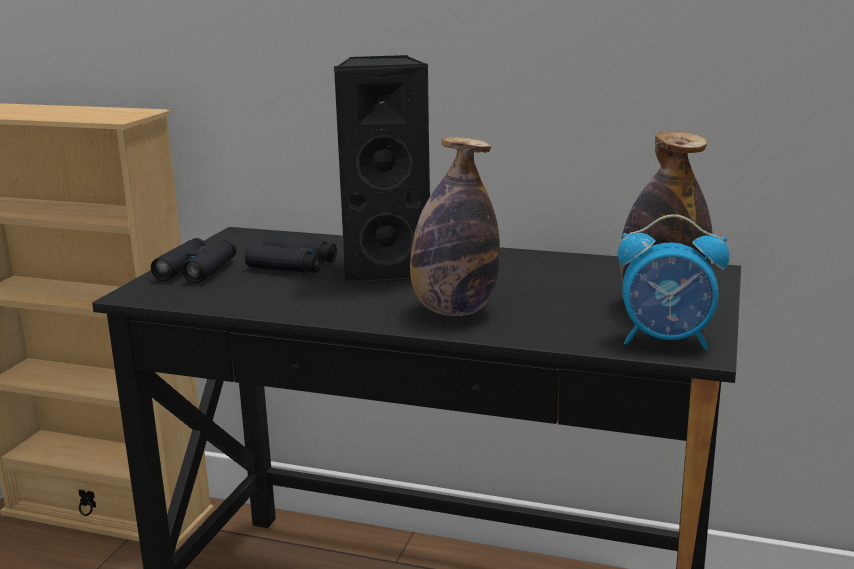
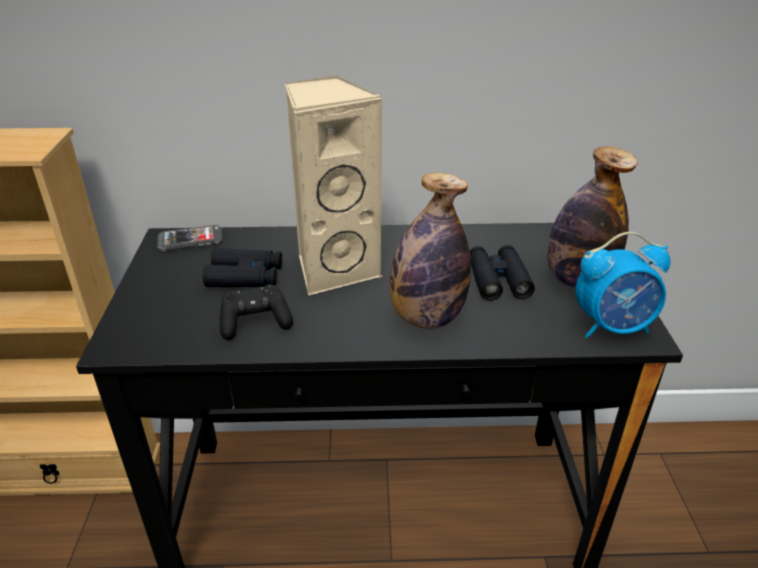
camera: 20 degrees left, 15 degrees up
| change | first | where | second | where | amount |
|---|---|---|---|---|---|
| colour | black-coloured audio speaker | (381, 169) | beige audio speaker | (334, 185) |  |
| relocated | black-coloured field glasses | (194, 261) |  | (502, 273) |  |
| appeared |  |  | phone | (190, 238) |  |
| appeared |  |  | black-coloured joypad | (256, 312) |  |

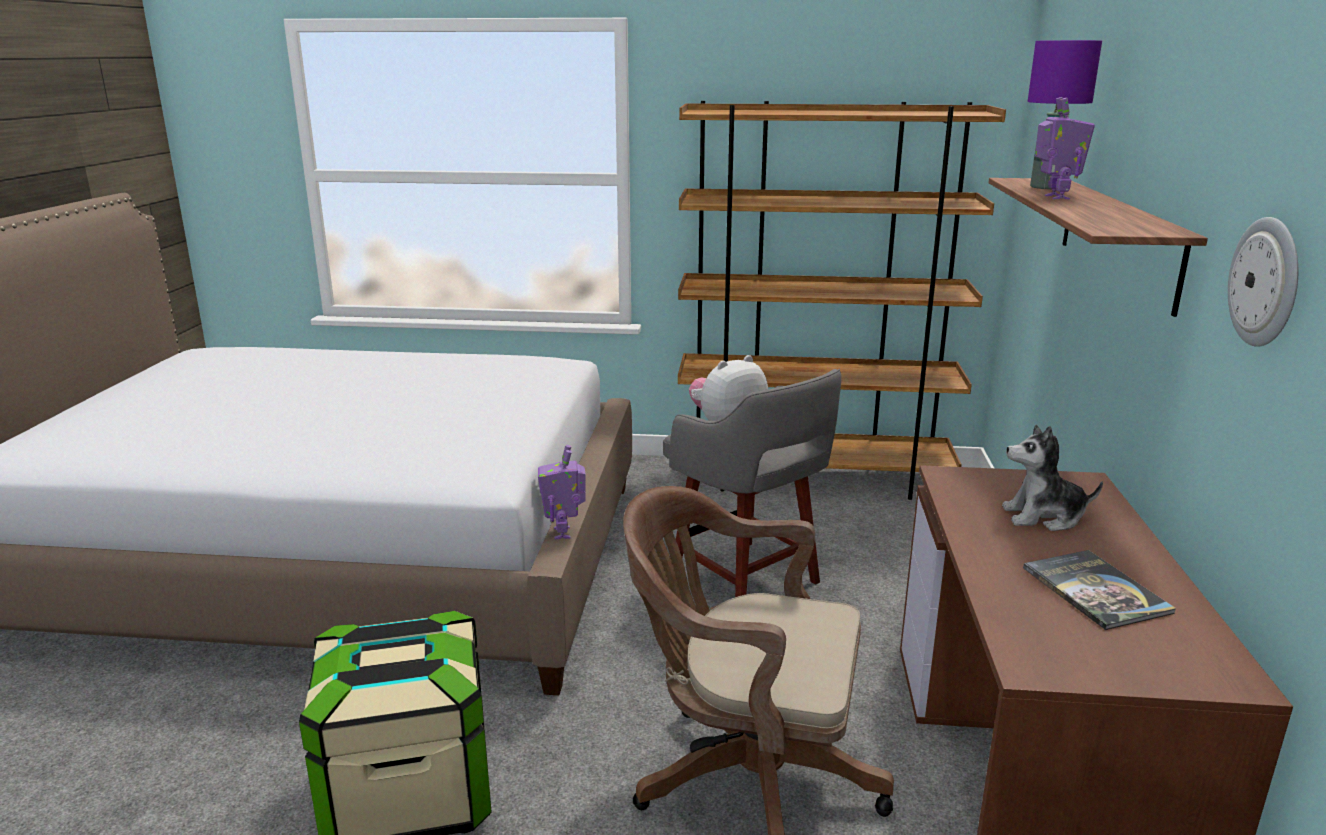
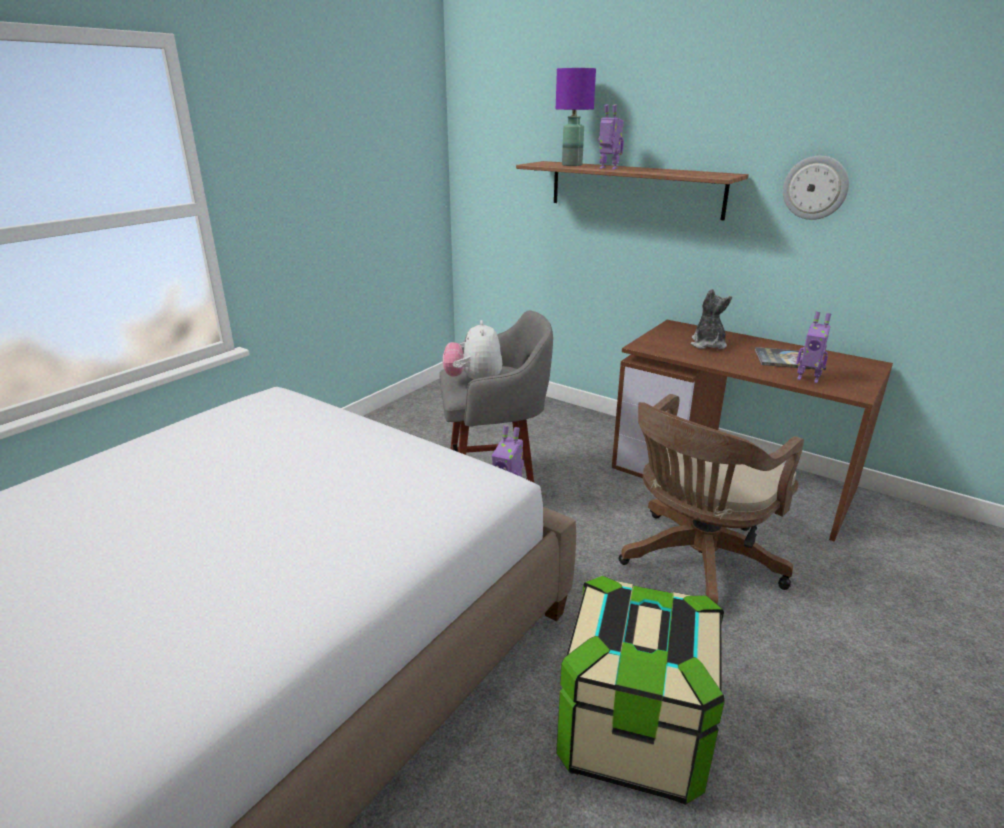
camera: 60 degrees left, 5 degrees up
| change | first | where | second | where | amount |
|---|---|---|---|---|---|
| missing | brown-coloured shelving unit | (842, 300) |  |  |  |
| spun | plush toy | (1052, 478) |  | (711, 318) | 150 degrees clockwise |
| appeared |  |  | toy robot | (813, 347) |  |

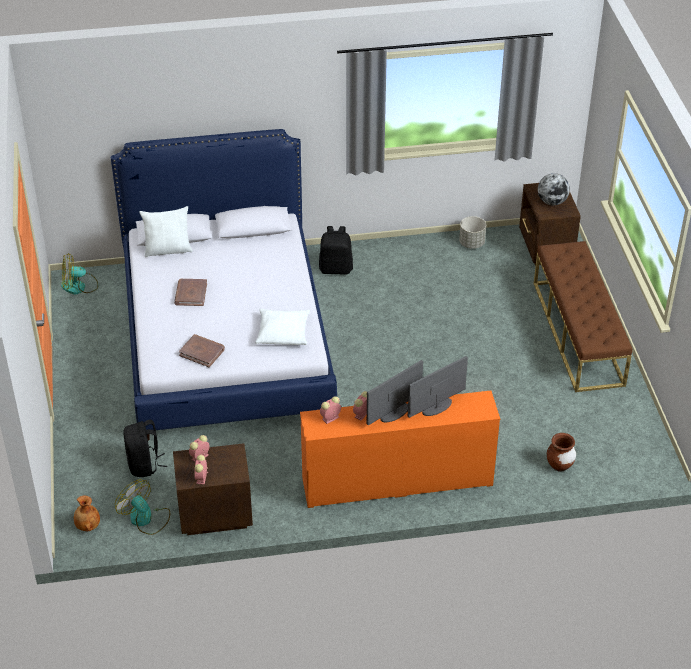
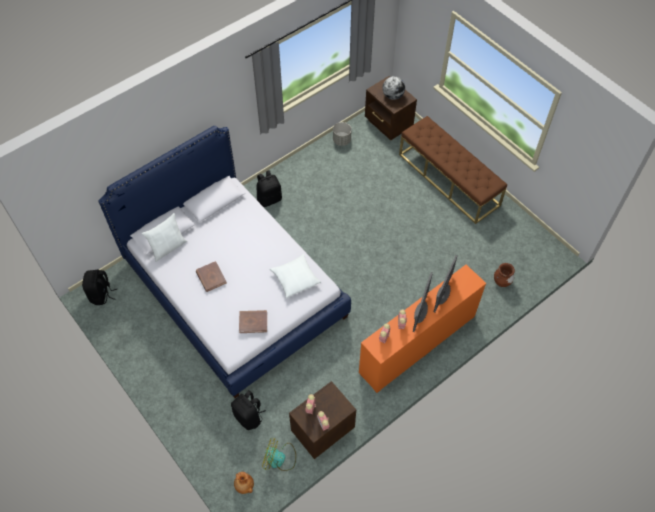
camera: 30 degrees left, 15 degrees up
| change | first | where | second | where | amount |
|---|---|---|---|---|---|
| exchanged | fan | (80, 274) | black-coloured rucksack | (99, 287) |  |

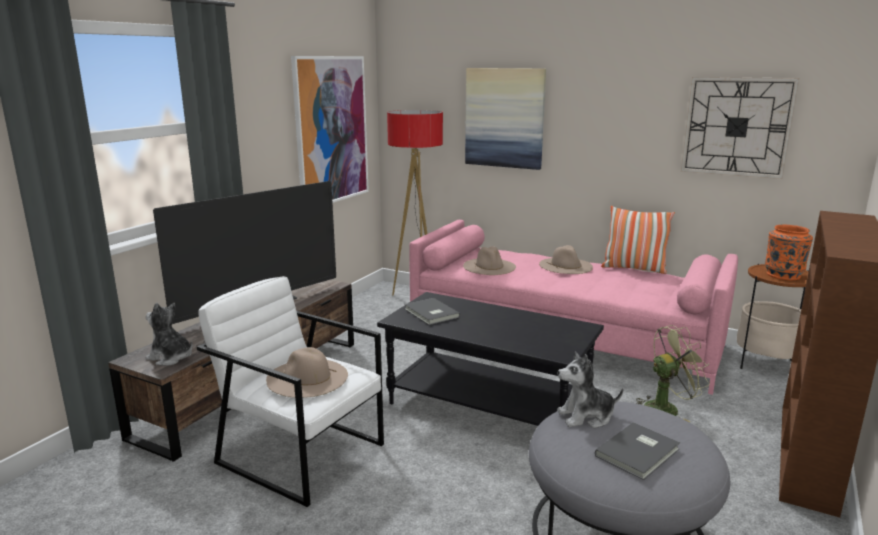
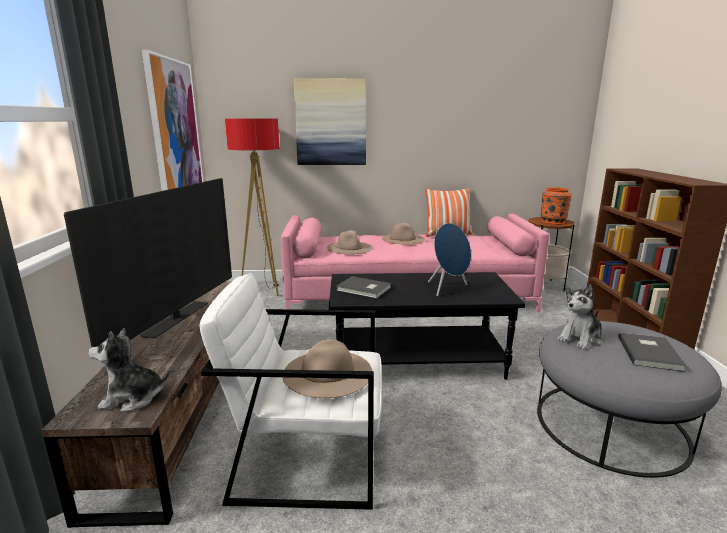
camera: 30 degrees left, 0 degrees up
| change | first | where | second | where | amount |
|---|---|---|---|---|---|
| missing | wall clock | (740, 128) |  |  |  |
| missing | green fan | (673, 373) |  |  |  |
| appeared |  |  | blue-coloured audio speaker | (449, 259) |  |

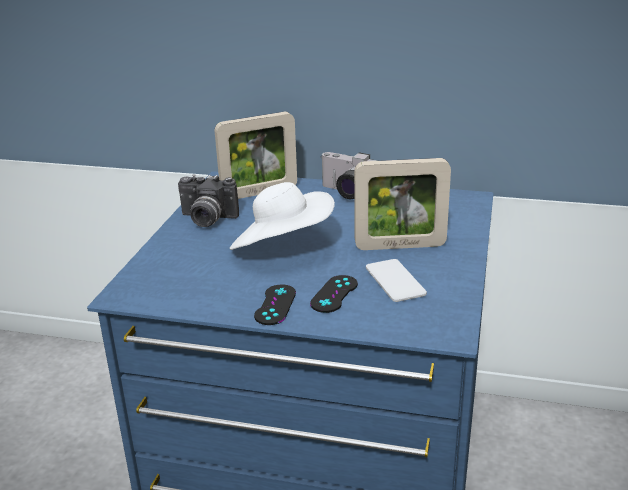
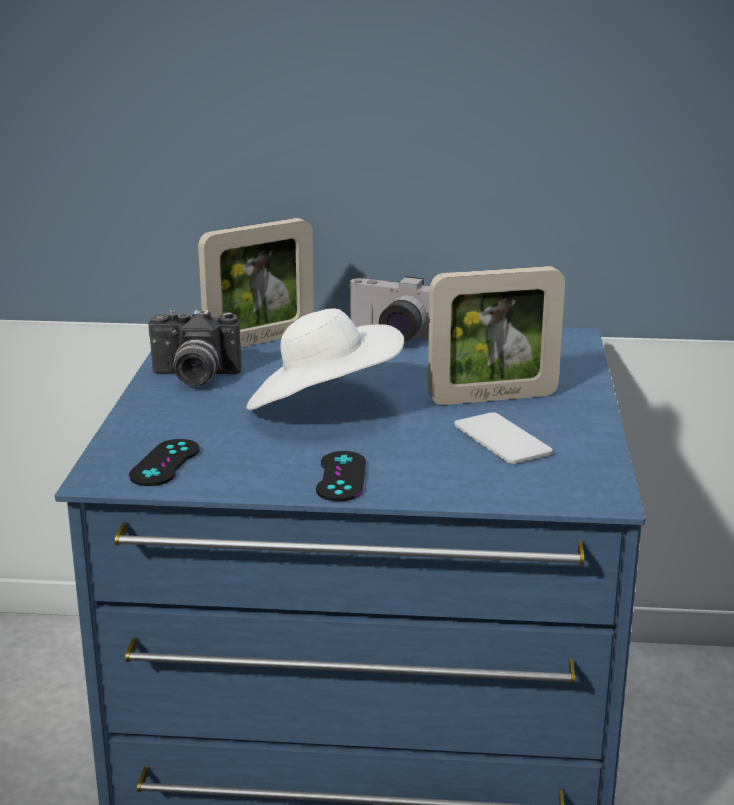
camera: 10 degrees left, 5 degrees down
| change | first | where | second | where | amount |
|---|---|---|---|---|---|
| relocated | black-coloured joypad | (334, 294) |  | (164, 462) |  |

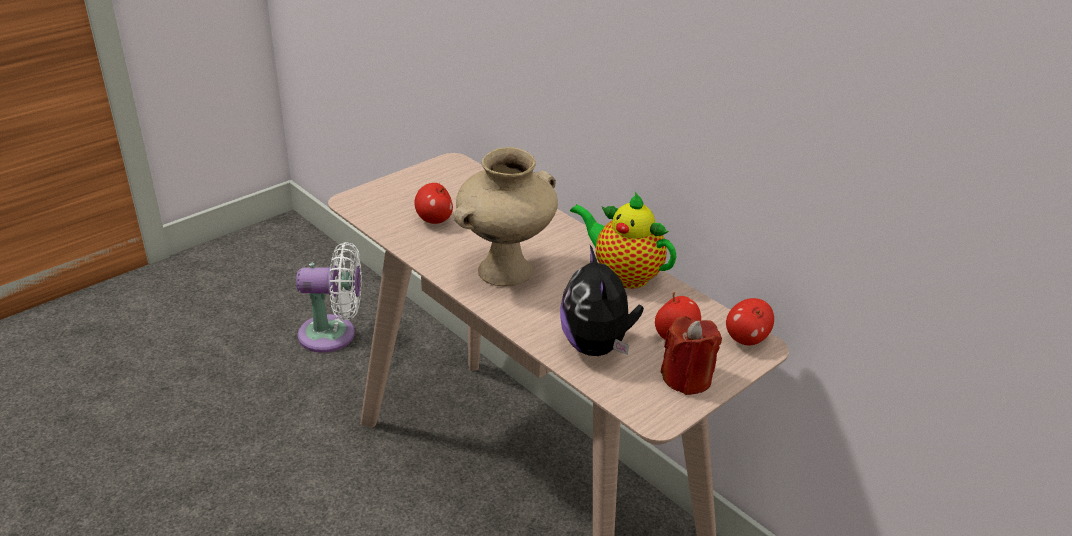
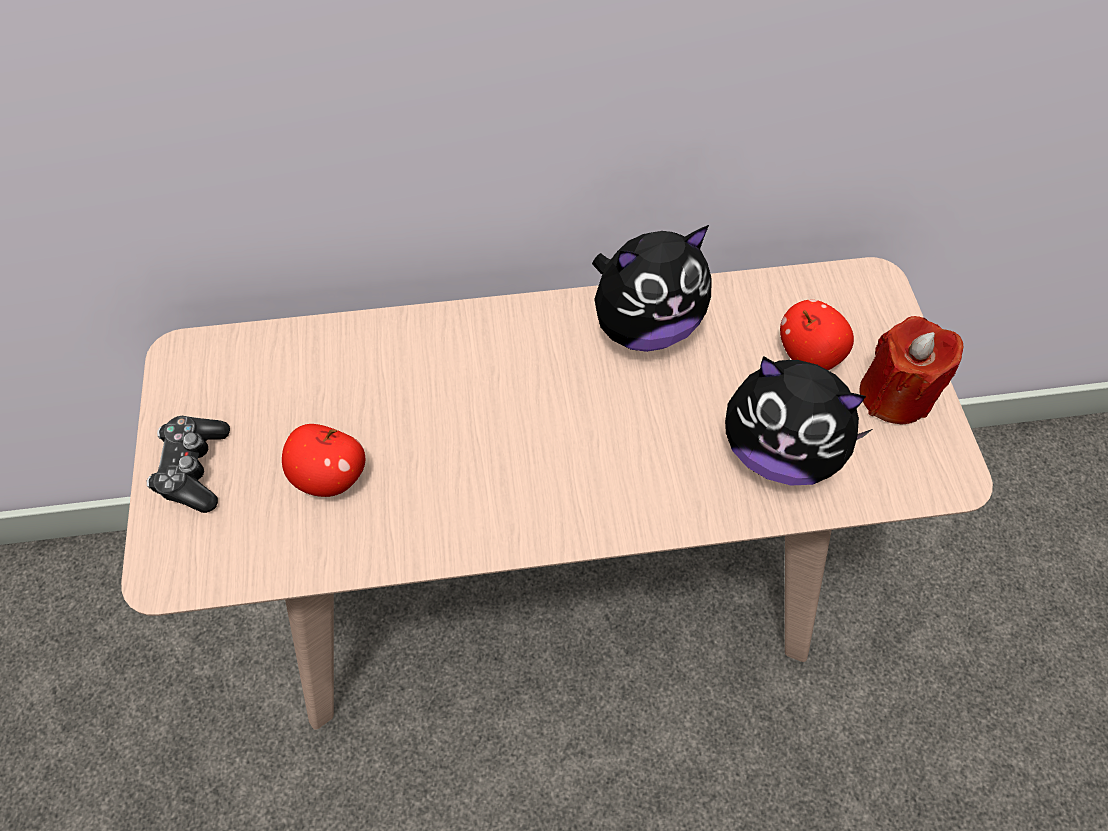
camera: 55 degrees left, 25 degrees up
| change | first | where | second | where | amount |
|---|---|---|---|---|---|
| missing | beige decorative vase | (506, 216) |  |  |  |
| exchanged | tea pot | (623, 240) | plush toy | (652, 288) |  |
| missing | white-coloured fan | (329, 297) |  |  |  |
| missing | whole apple | (750, 321) |  |  |  |
| appeared |  |  | joypad | (188, 464) |  |

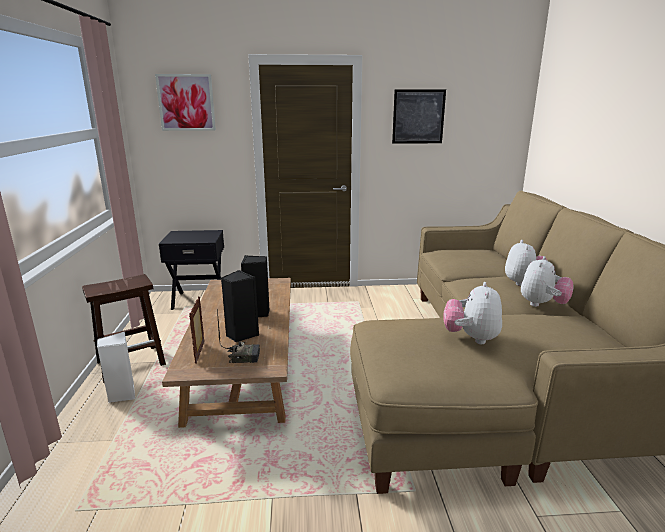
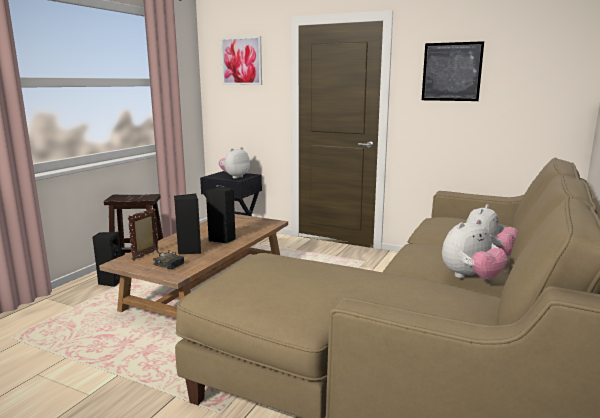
camera: 30 degrees right, 5 degrees down
| change | first | where | second | where | amount |
|---|---|---|---|---|---|
| relocated | plush toy | (472, 313) |  | (234, 163) |  |
| colour | white-coloured audio speaker | (116, 367) | black-coloured audio speaker | (107, 259) |  |

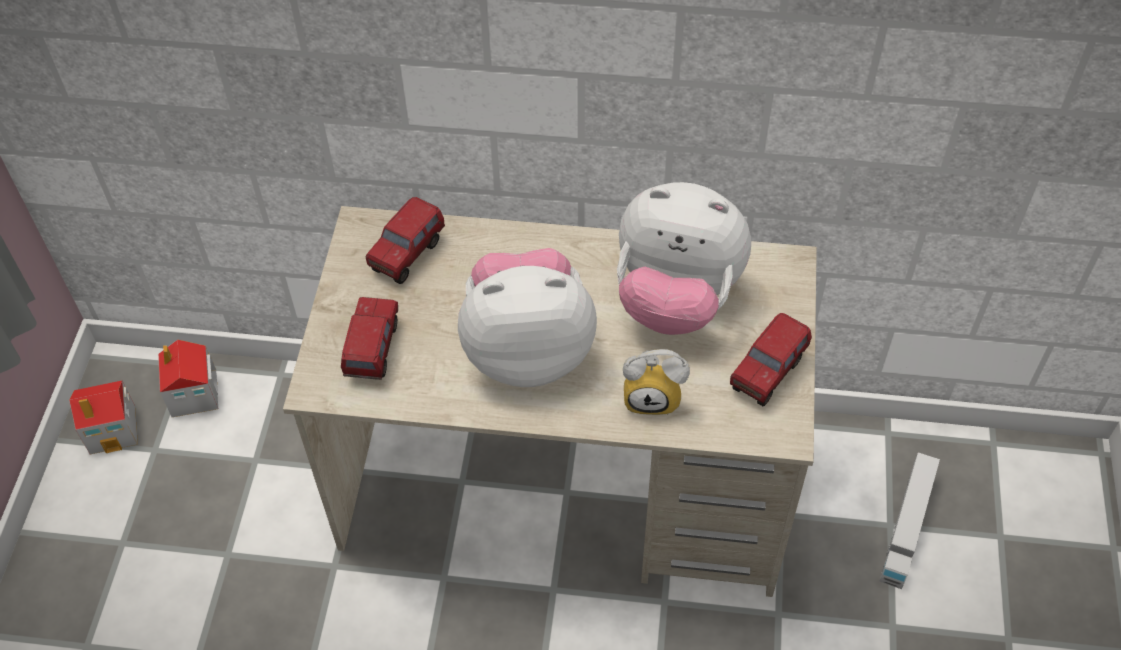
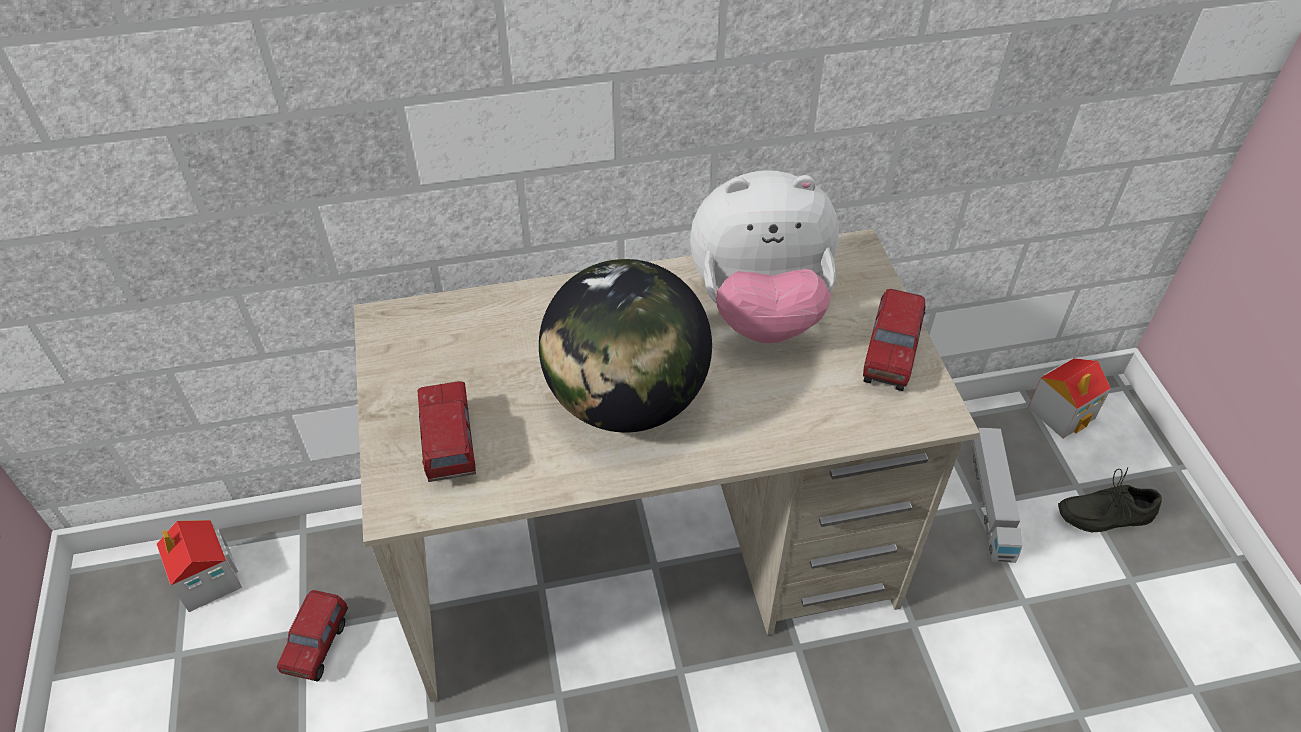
camera: 20 degrees left, 5 degrees down
| change | first | where | second | where | amount |
|---|---|---|---|---|---|
| relocated | toy truck | (405, 240) |  | (312, 636) |  |
| exchanged | plush toy | (527, 317) | globe | (625, 346) |  |
| missing | alarm clock | (656, 382) |  |  |  |
| relocated | toy house | (103, 417) |  | (1069, 398) |  |
| appeared |  |  | gray shoe | (1110, 499) |  |

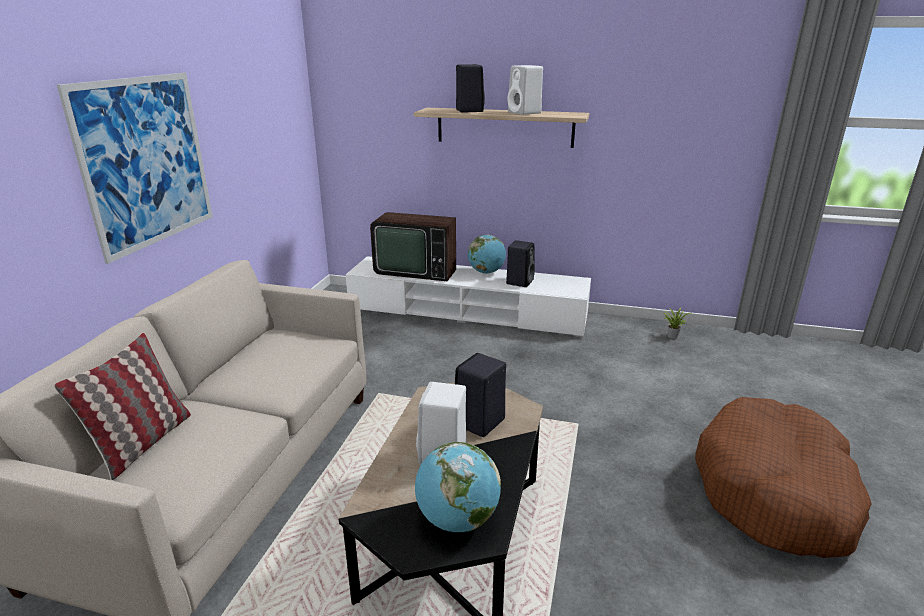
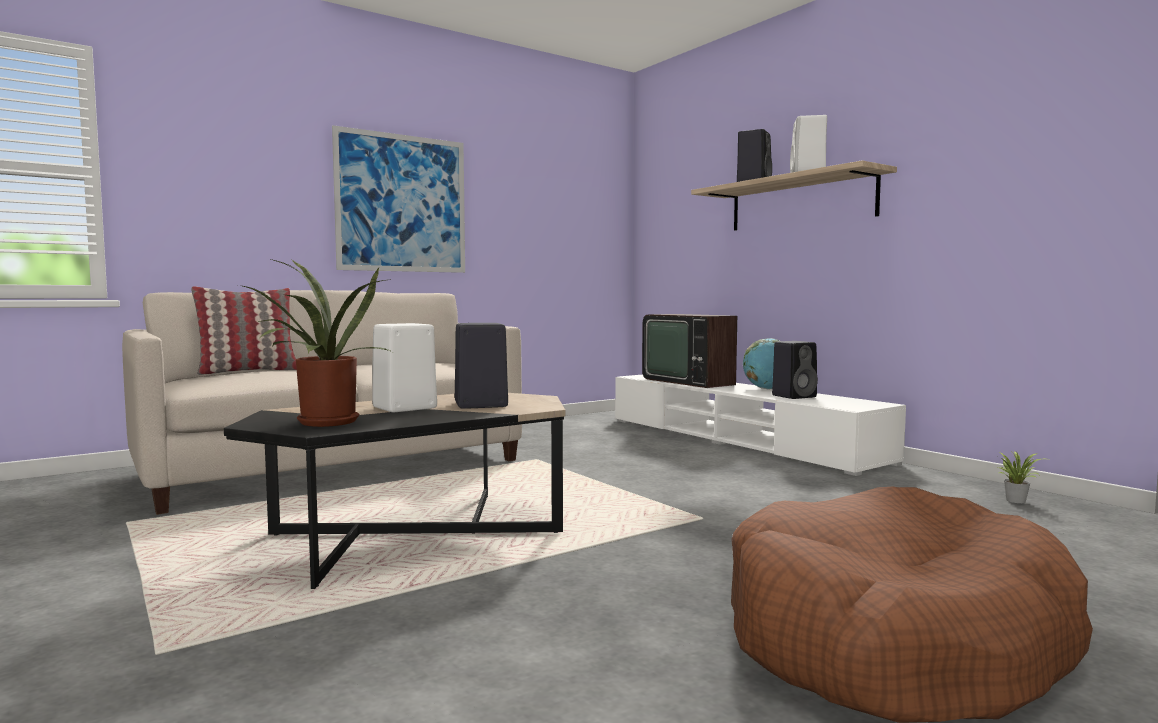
camera: 40 degrees right, 20 degrees down
| change | first | where | second | where | amount |
|---|---|---|---|---|---|
| exchanged | globe | (458, 487) | plant in a pot | (315, 343) |  |

